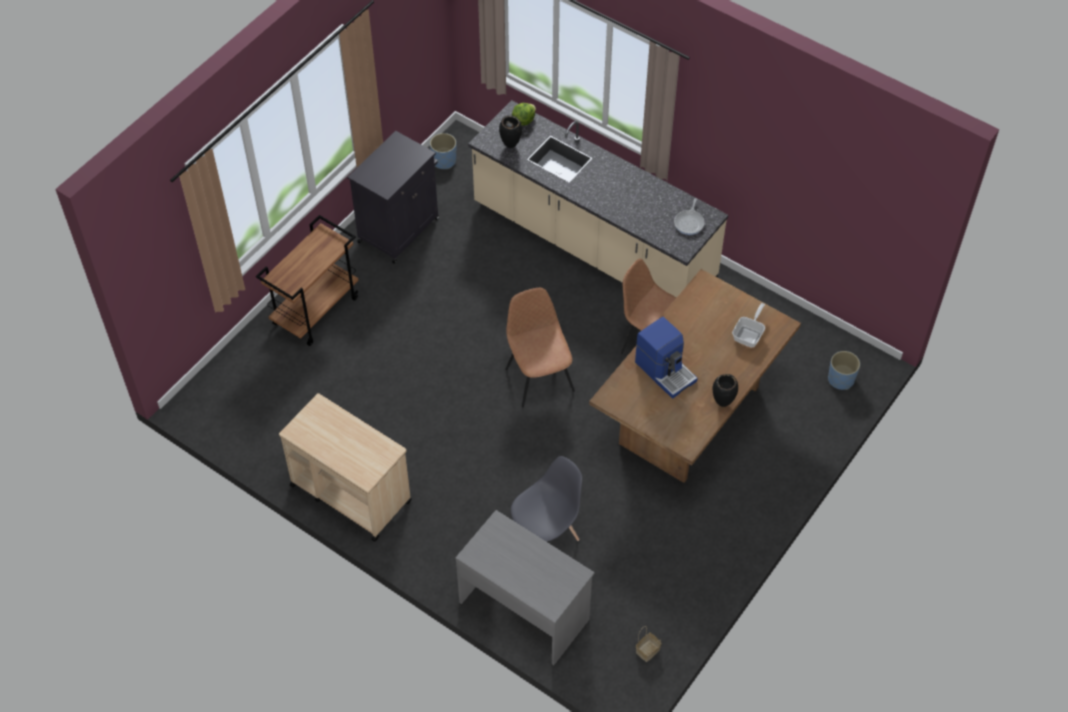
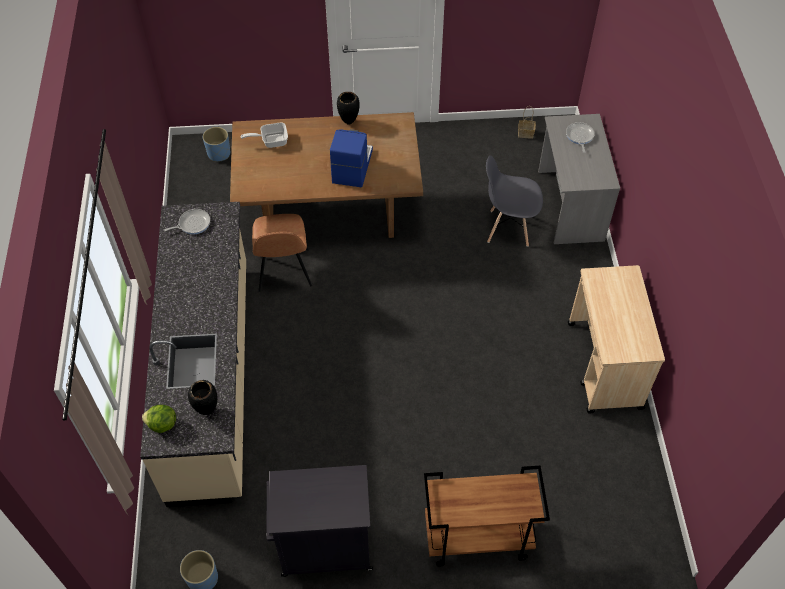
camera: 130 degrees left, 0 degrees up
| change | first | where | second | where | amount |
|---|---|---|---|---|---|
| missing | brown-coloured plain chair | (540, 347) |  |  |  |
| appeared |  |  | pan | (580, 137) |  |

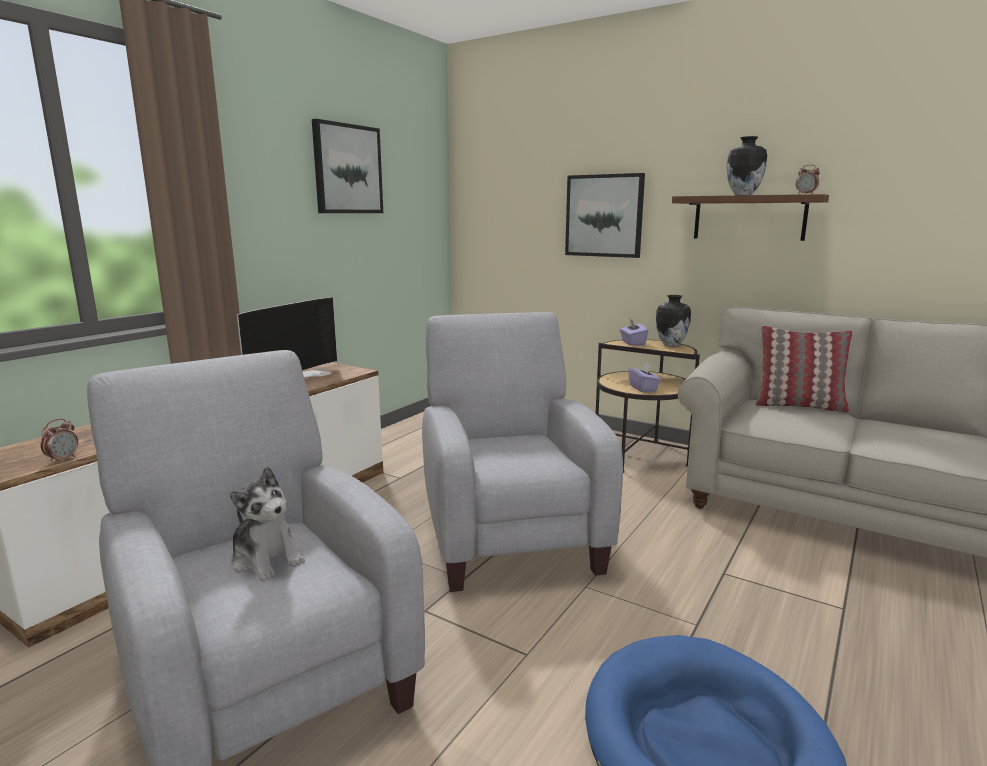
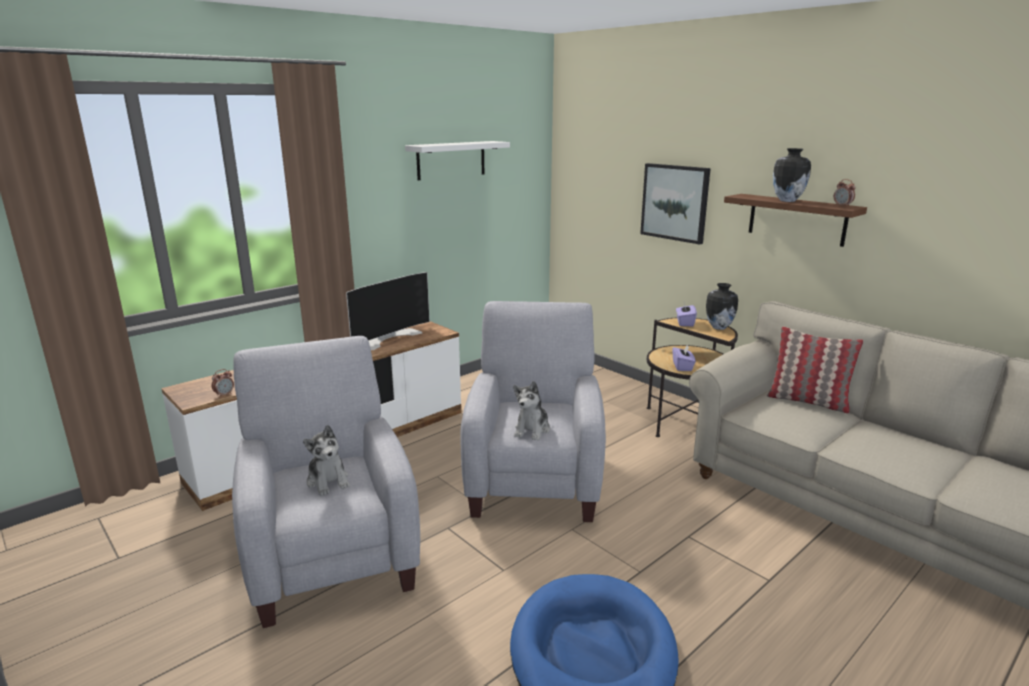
camera: 15 degrees right, 5 degrees up
| change | first | where | second | where | amount |
|---|---|---|---|---|---|
| exchanged | wall art | (347, 166) | white-coloured wall shelf | (457, 160) |  |
| appeared |  |  | plush toy | (531, 411) |  |

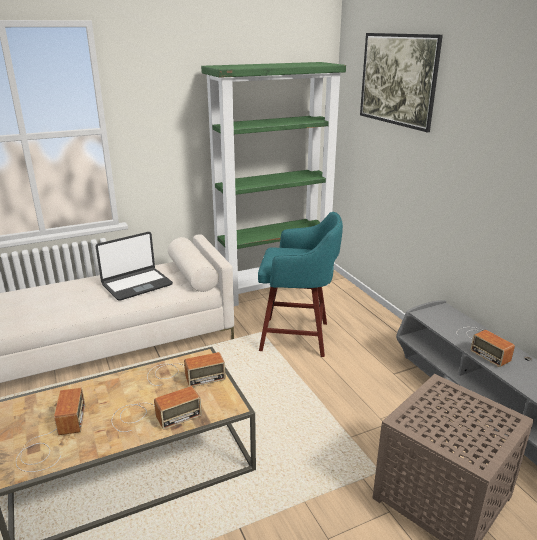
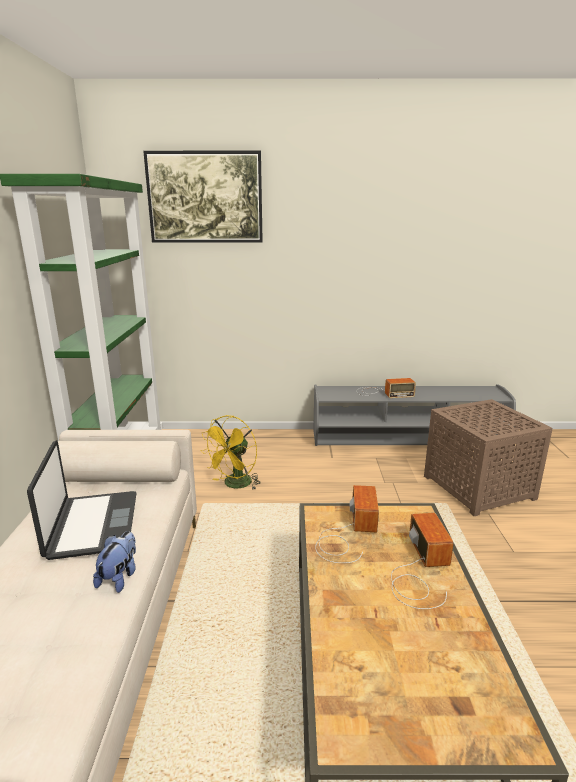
camera: 65 degrees left, 5 degrees down
| change | first | where | second | where | amount |
|---|---|---|---|---|---|
| exchanged | blue-green stool | (300, 284) | yellow fan | (230, 452) |  |
| missing | radio | (50, 430) |  |  |  |
| appeared |  |  | plush toy | (114, 562) |  |

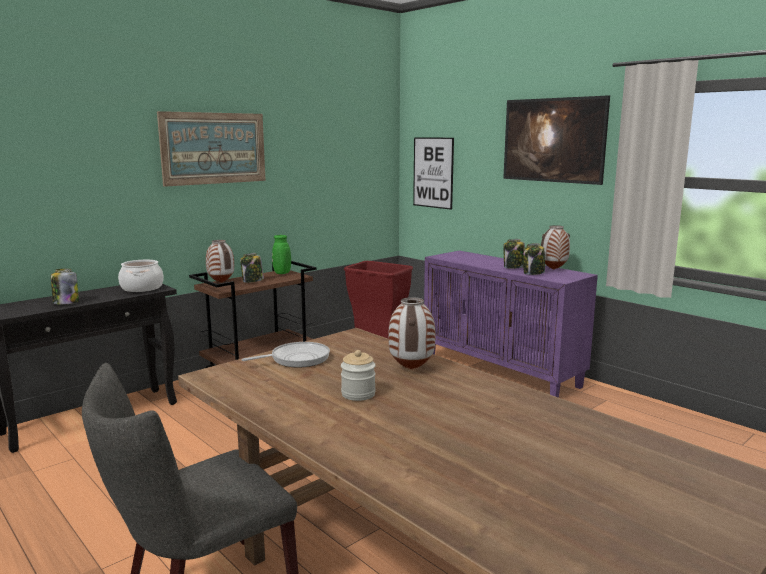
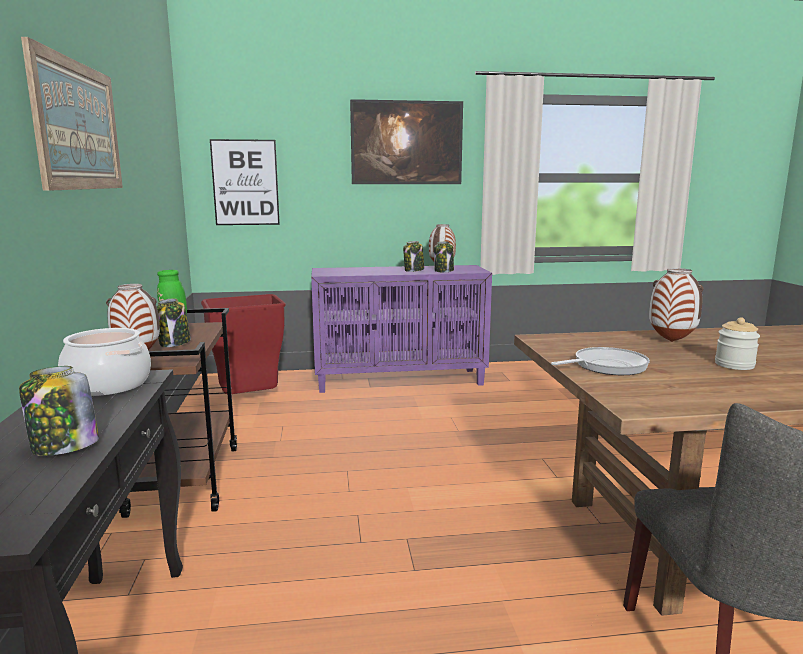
camera: 55 degrees left, 0 degrees up
| change | first | where | second | where | amount |
|---|---|---|---|---|---|
| spun | pan | (286, 355) |  | (600, 361) | 60 degrees clockwise |

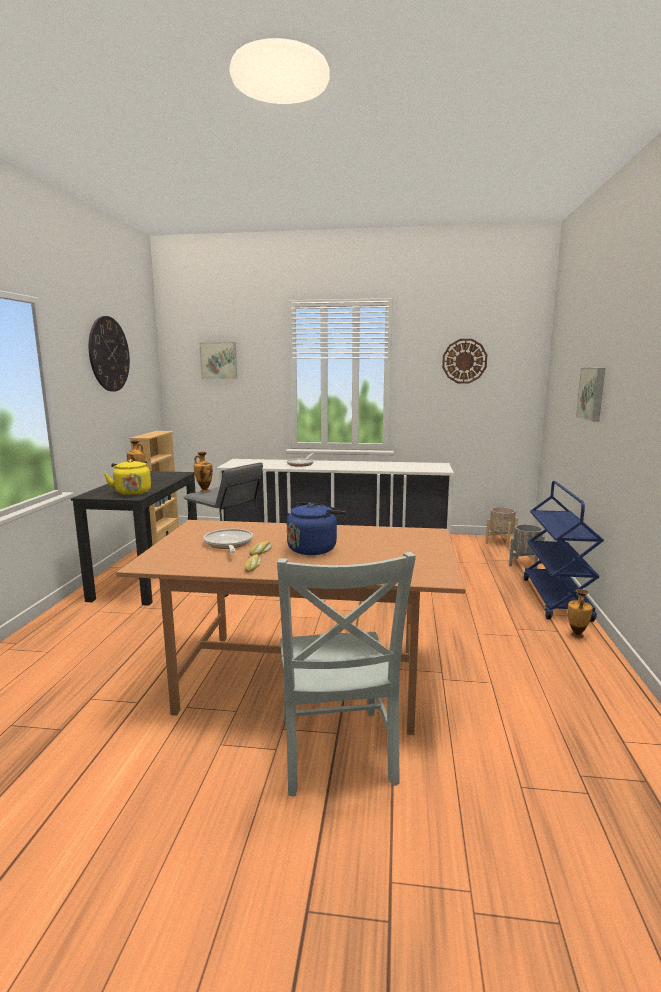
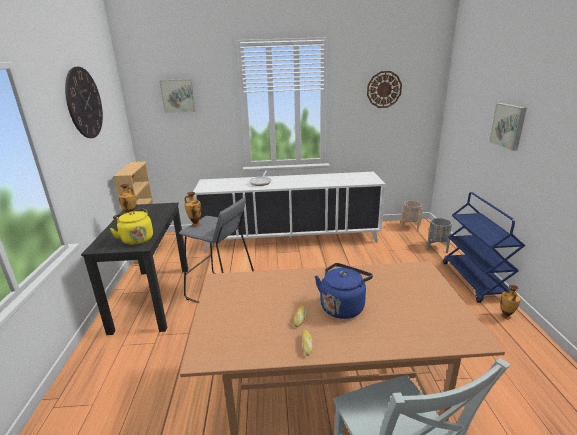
camera: 10 degrees left, 10 degrees up
| change | first | where | second | where | amount |
|---|---|---|---|---|---|
| missing | pan | (228, 541) |  |  |  |

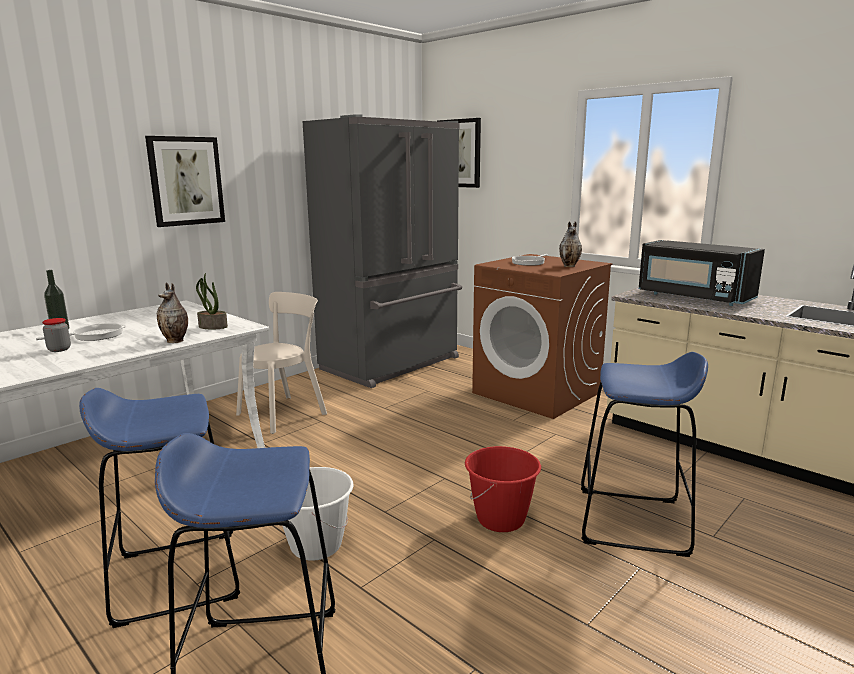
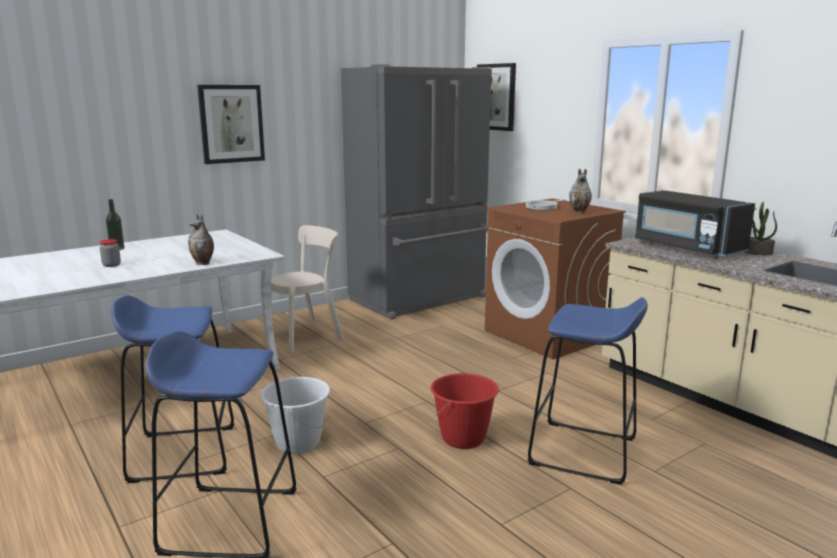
camera: 10 degrees right, 0 degrees up
| change | first | where | second | where | amount |
|---|---|---|---|---|---|
| relocated | plant in a pot | (212, 301) |  | (760, 228) |  |
| missing | pan | (81, 332) |  |  |  |

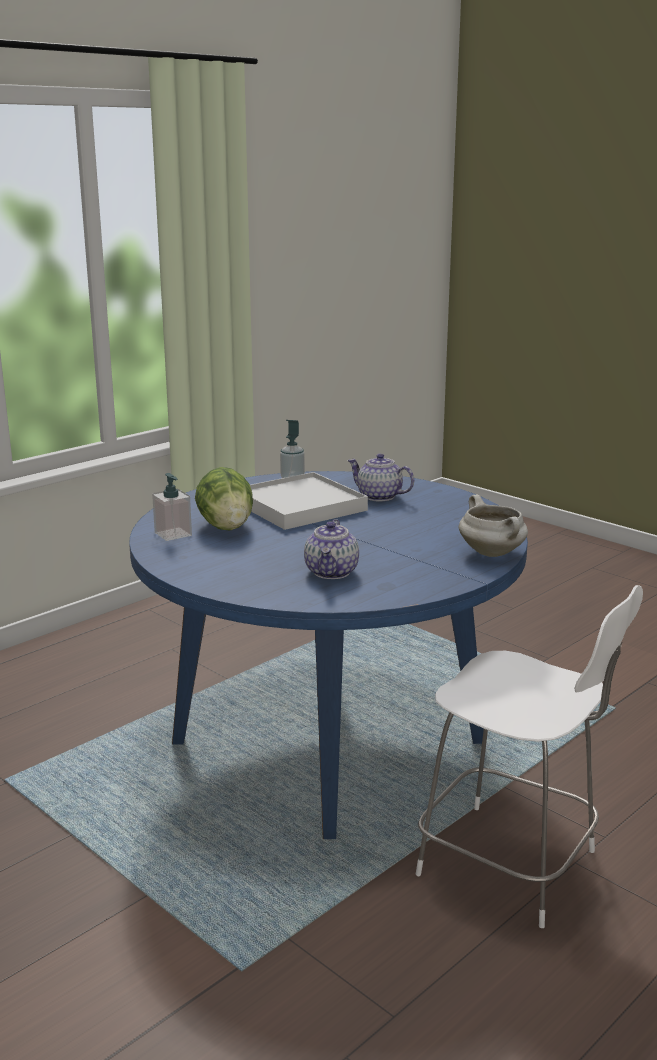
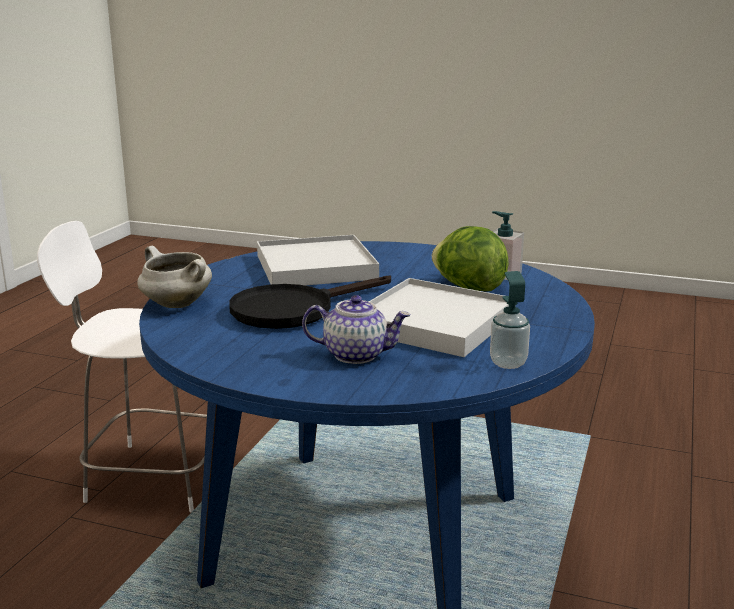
camera: 155 degrees right, 0 degrees up
| change | first | where | second | where | amount |
|---|---|---|---|---|---|
| exchanged | tea pot | (331, 549) | white-coloured carrying tray | (318, 260) |  |
| appeared |  |  | black-coloured pan | (310, 302) |  |

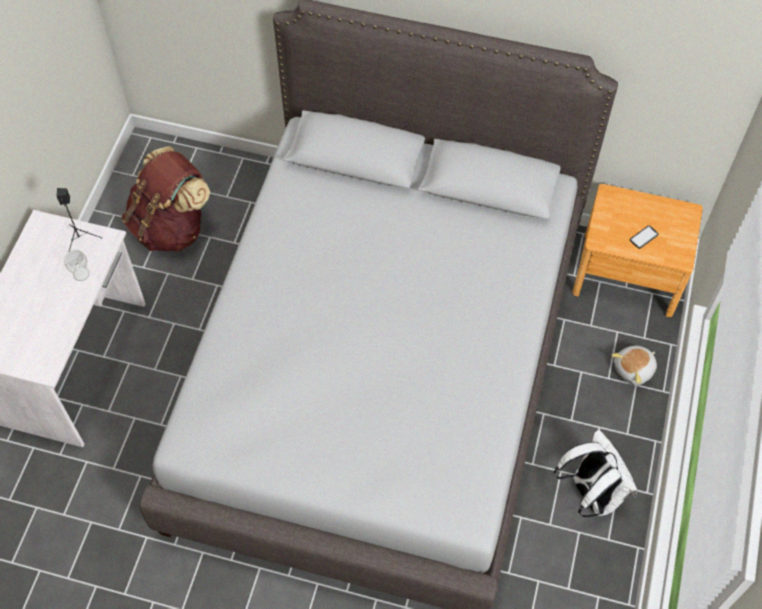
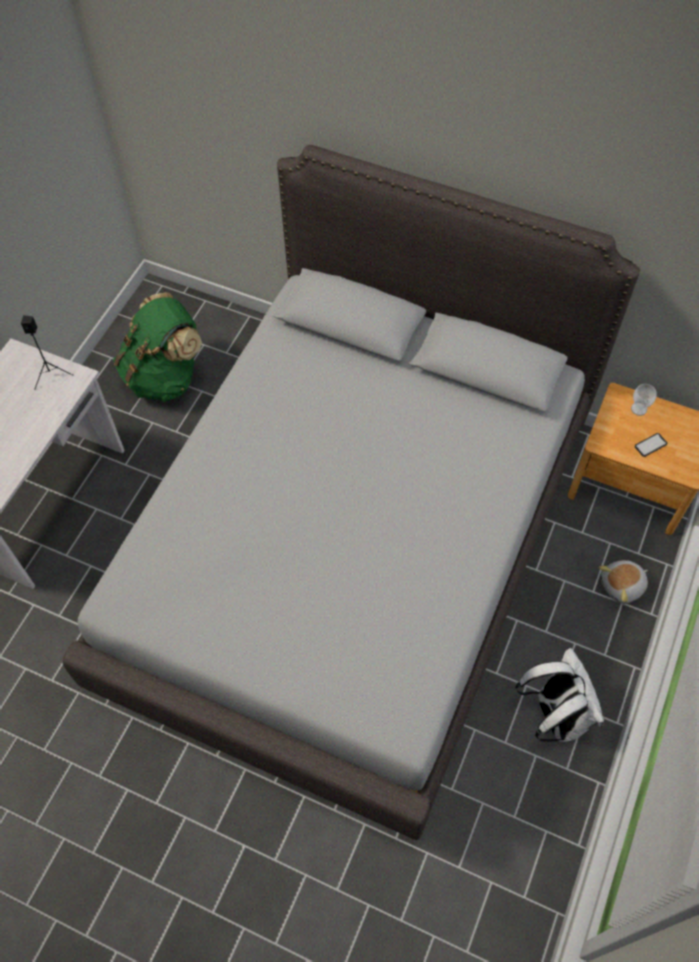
camera: 10 degrees right, 0 degrees up
| change | first | where | second | where | amount |
|---|---|---|---|---|---|
| colour | brown-coloured rucksack | (166, 199) | green rucksack | (157, 347) |  |
| relocated | drinking cup | (76, 265) |  | (643, 400) |  |

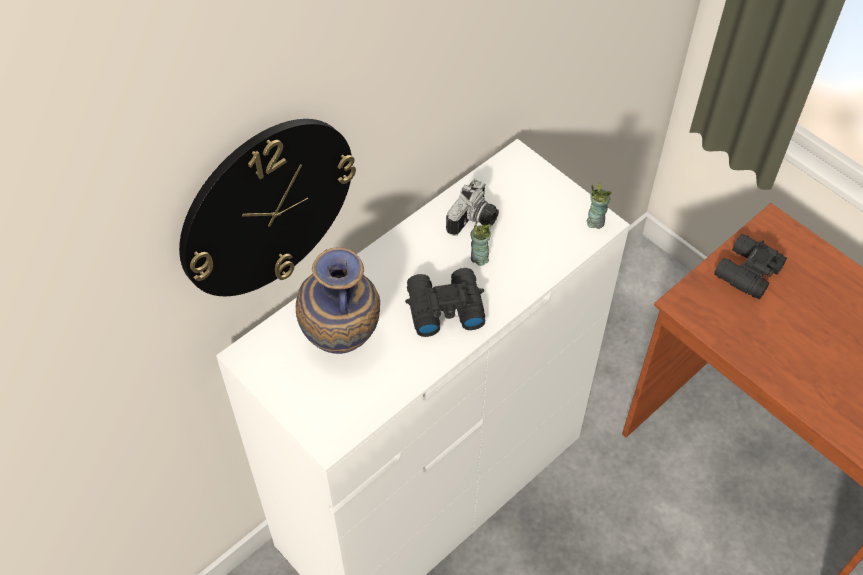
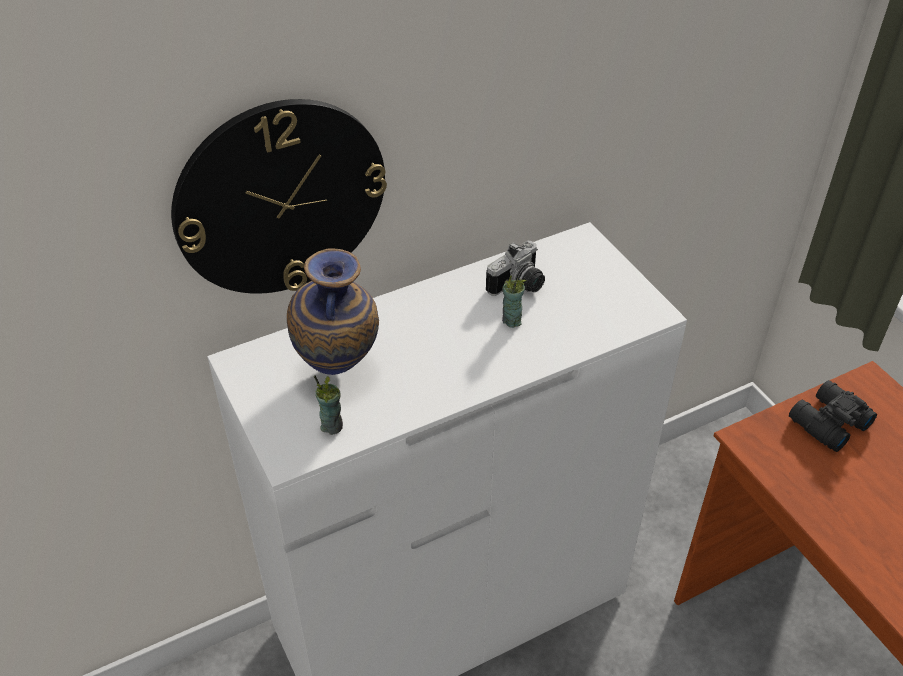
camera: 15 degrees right, 10 degrees down
| change | first | where | second | where | amount |
|---|---|---|---|---|---|
| relocated | drinking cup | (599, 206) |  | (328, 405) |  |
| missing | black-coloured field glasses | (445, 302) |  |  |  |

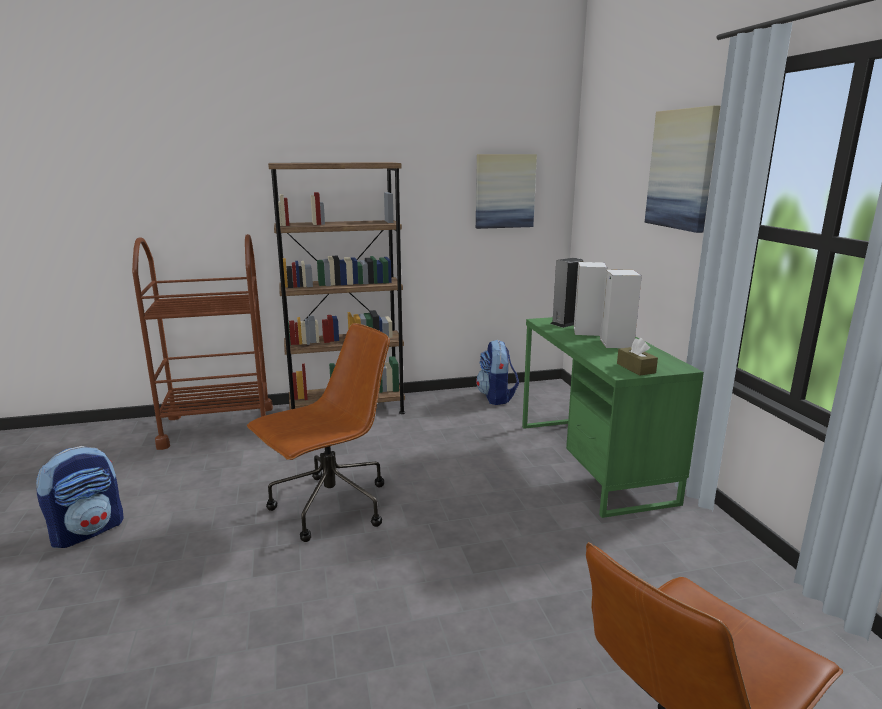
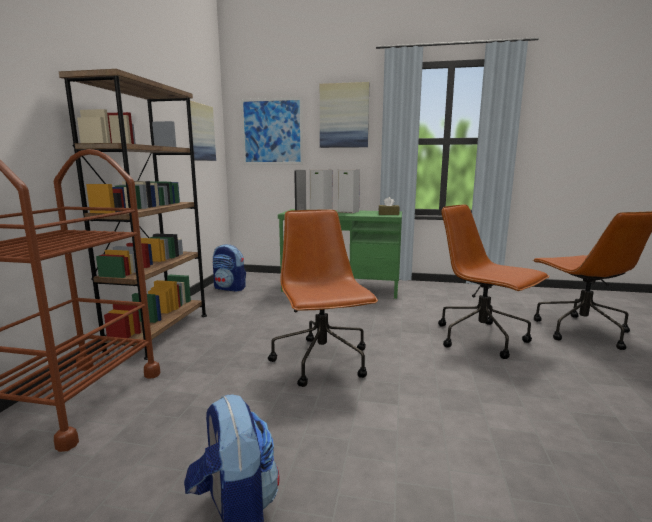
camera: 65 degrees left, 5 degrees down
| change | first | where | second | where | amount |
|---|---|---|---|---|---|
| appeared |  |  | wall art | (272, 130) |  |
| appeared |  |  | brown-coloured office chair | (493, 282) |  |

